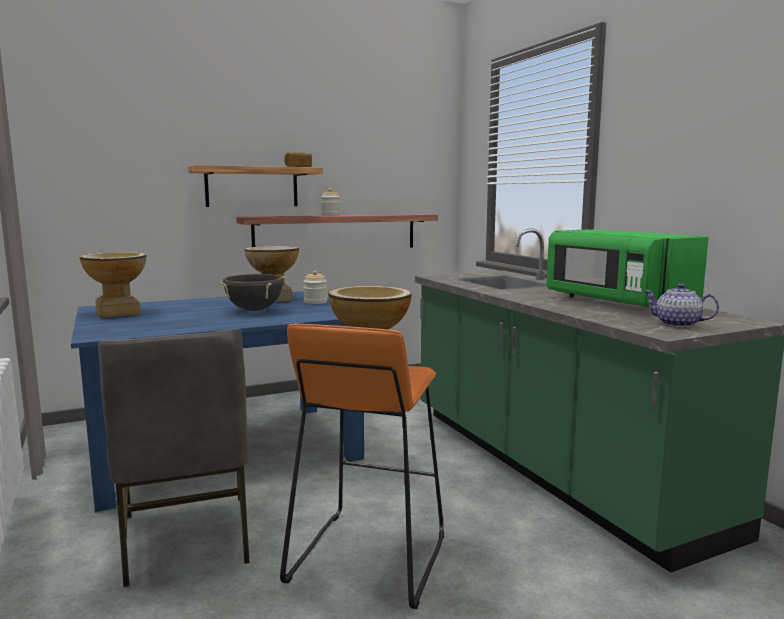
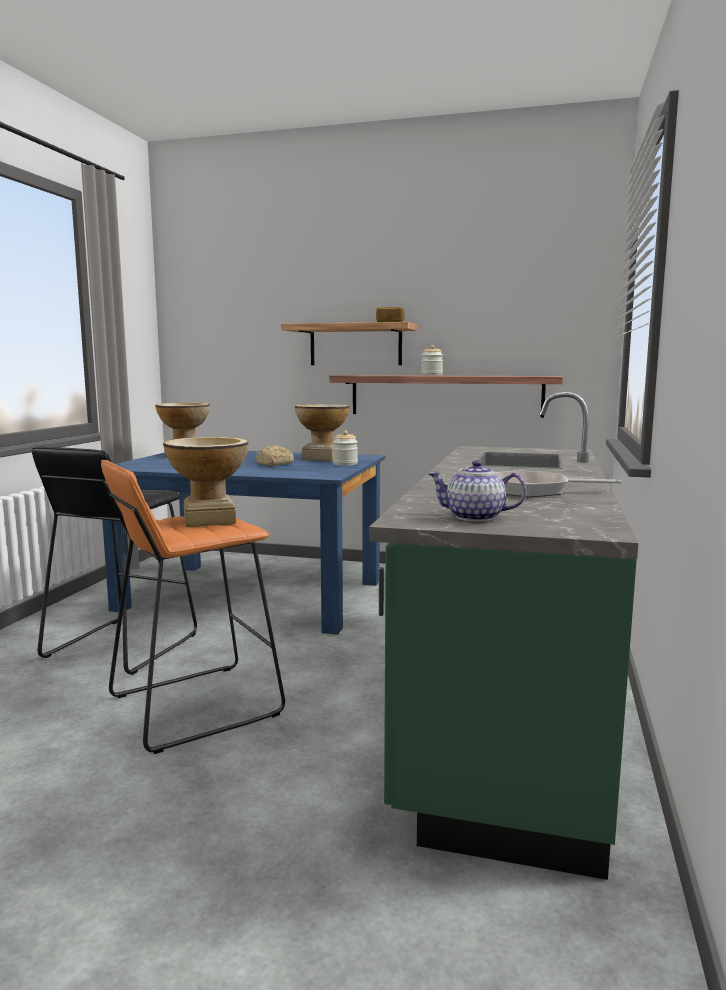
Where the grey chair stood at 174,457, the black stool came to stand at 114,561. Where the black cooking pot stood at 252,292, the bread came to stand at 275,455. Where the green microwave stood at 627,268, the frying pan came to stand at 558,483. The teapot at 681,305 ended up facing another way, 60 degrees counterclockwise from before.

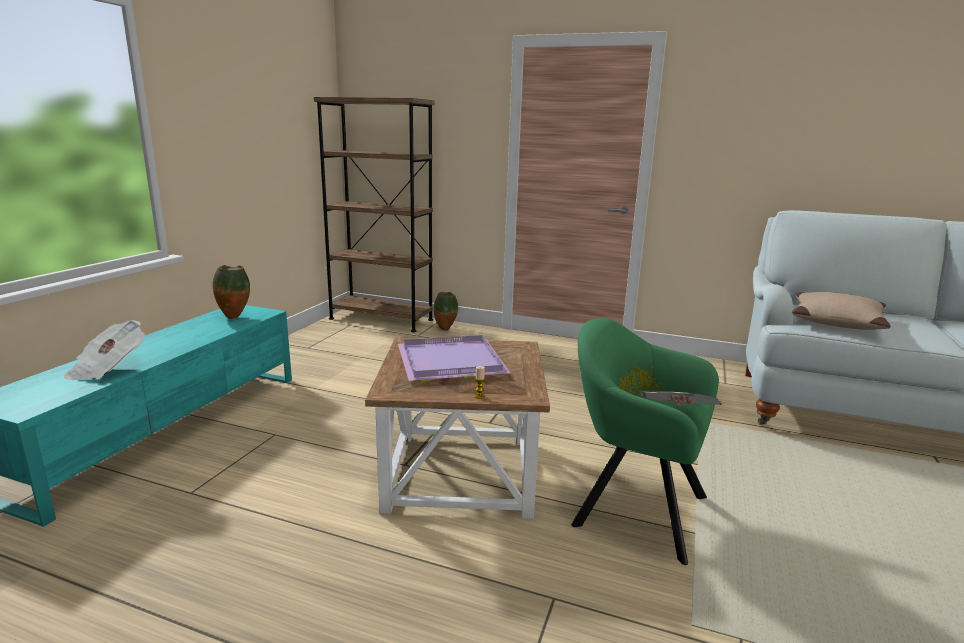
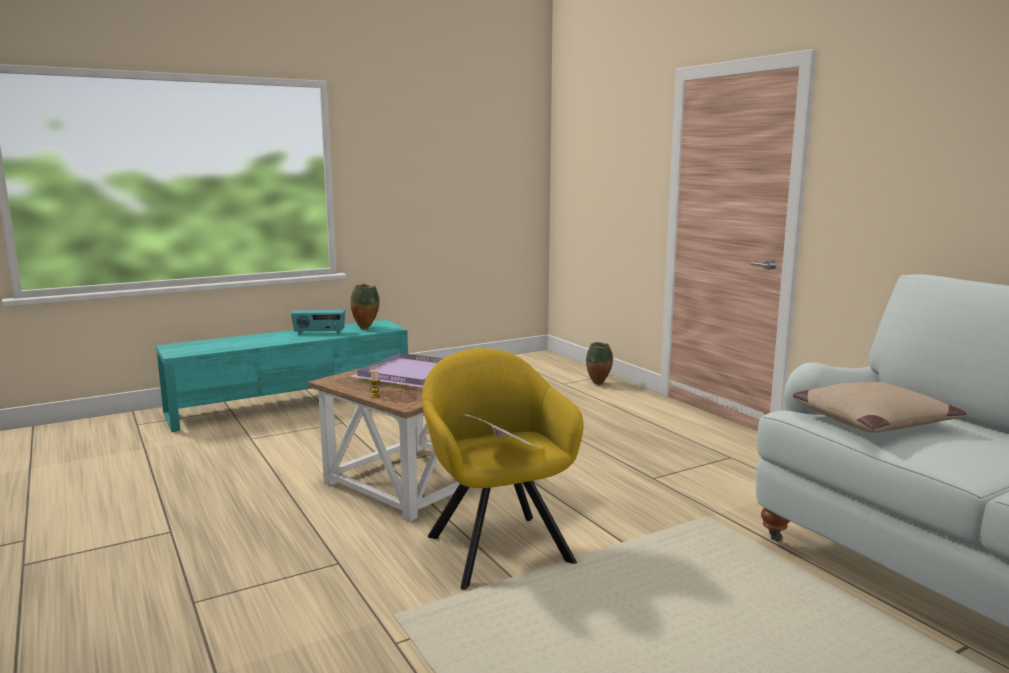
The second view lost the newspaper at 104,350. The second view lost the brown bookcase at 374,214. The second view gained the radio at 318,322. What was the green armchair at 645,441 turned into the yellow armchair at 502,469.

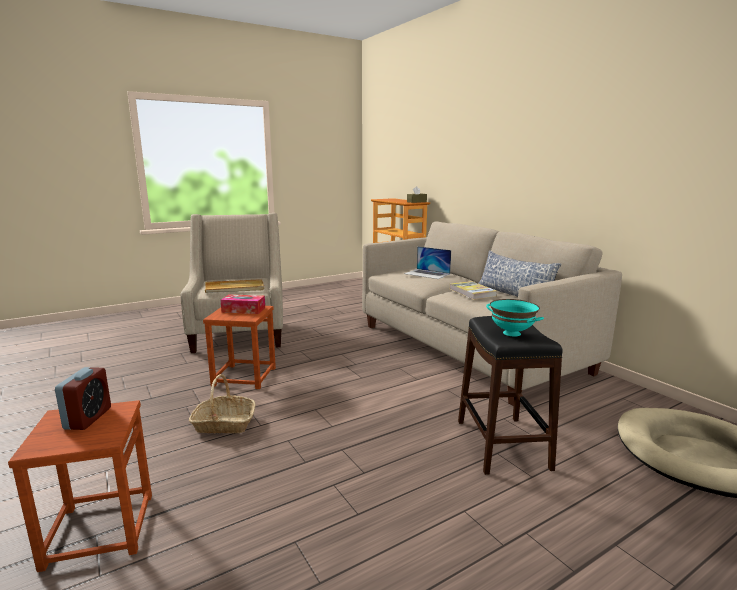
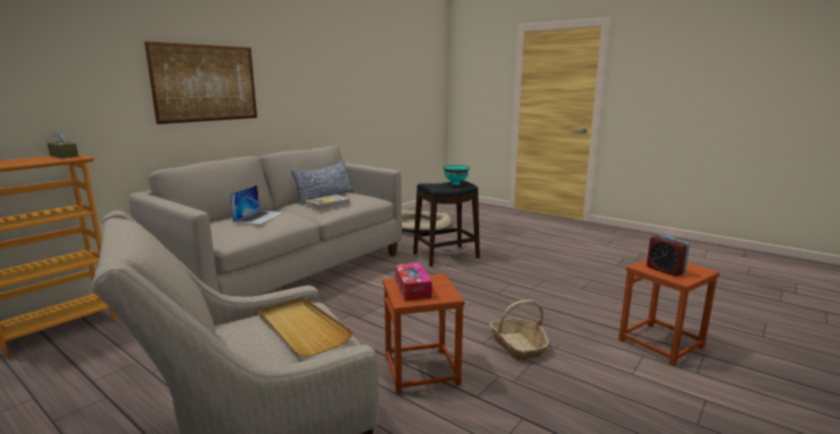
The second view gained the picture at 200,82. The alarm clock at 83,398 ended up facing another way, 105 degrees counterclockwise from before.

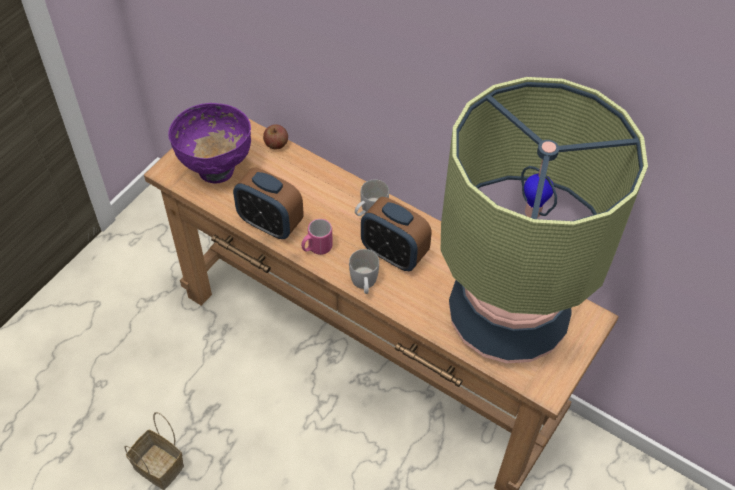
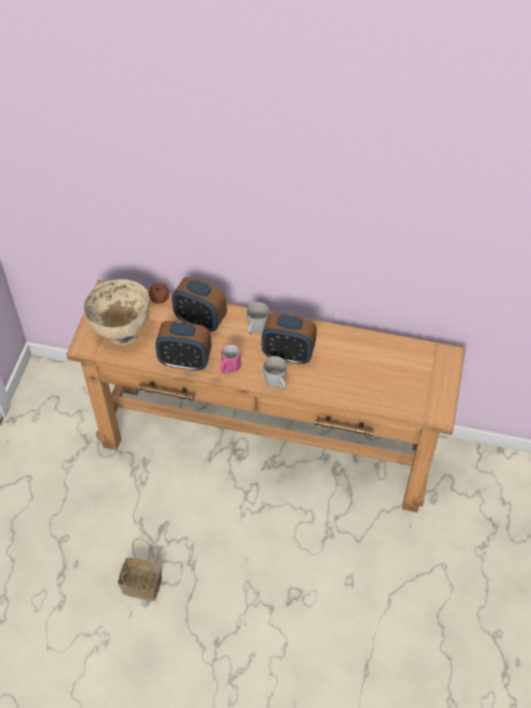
The second view lost the table lamp at 544,220. The second view gained the alarm clock at 199,304. What was the purple bowl at 209,143 turned into the beige bowl at 116,312.

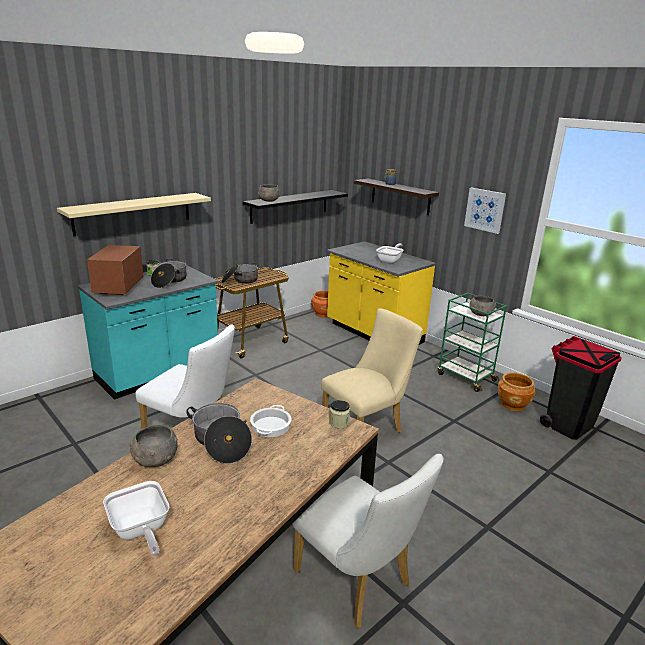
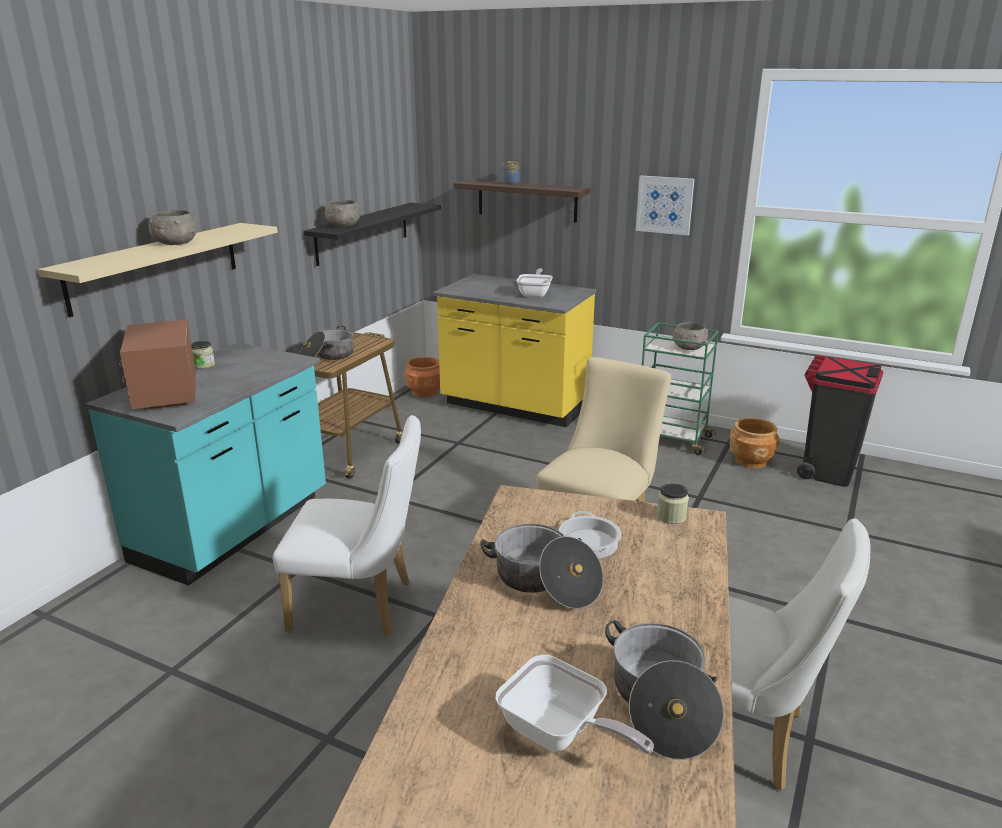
The grey bowl ended up elsewhere, having gone from 154,446 to 173,227. The cooking pot ended up elsewhere, having gone from 169,273 to 664,690.

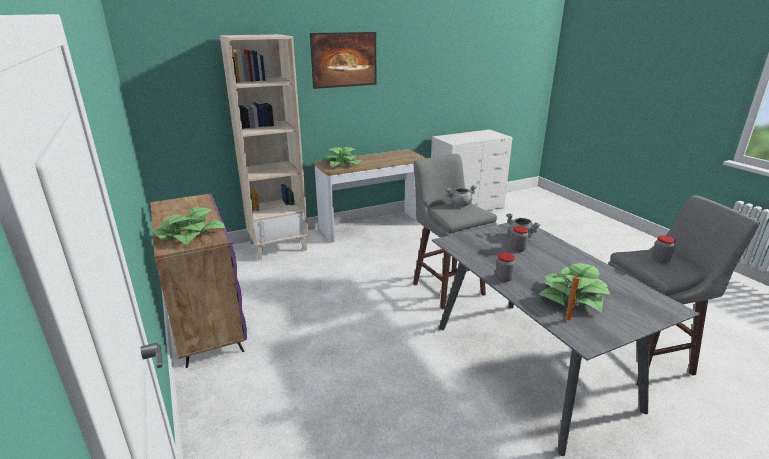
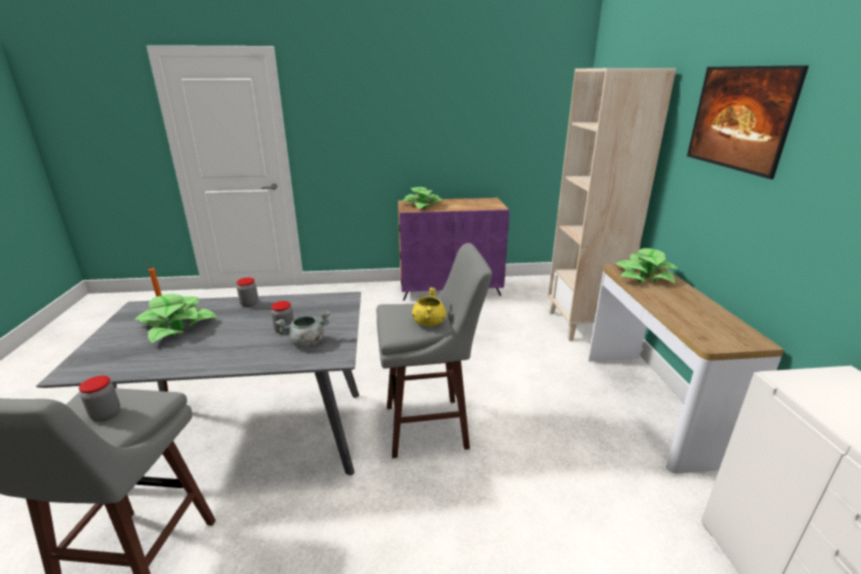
What was the grey cooking pot at 461,195 turned into the yellow cooking pot at 429,306.

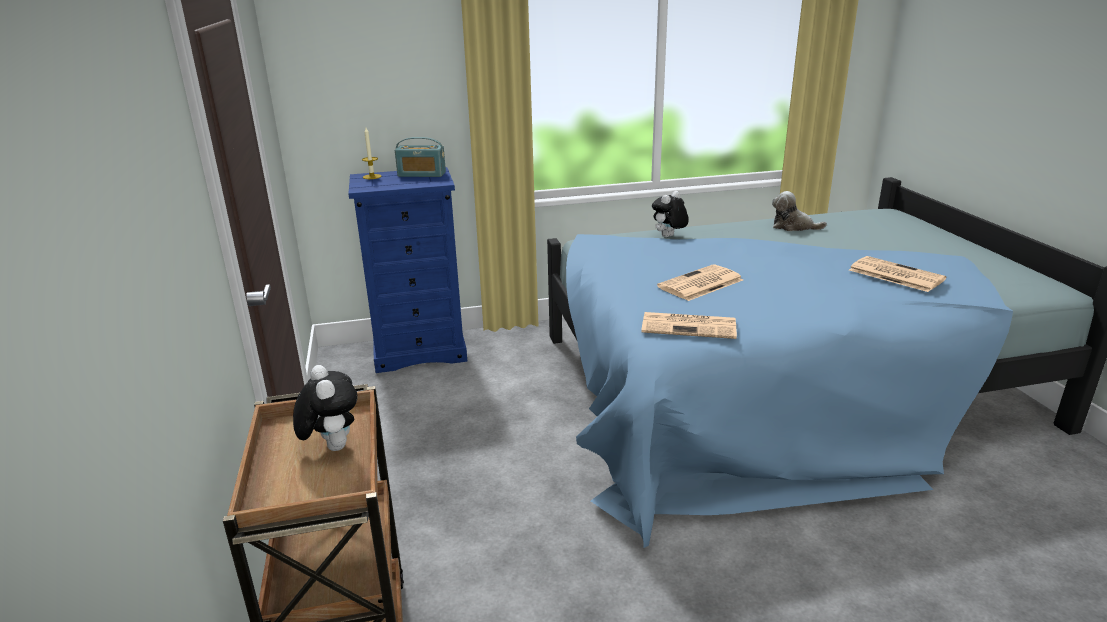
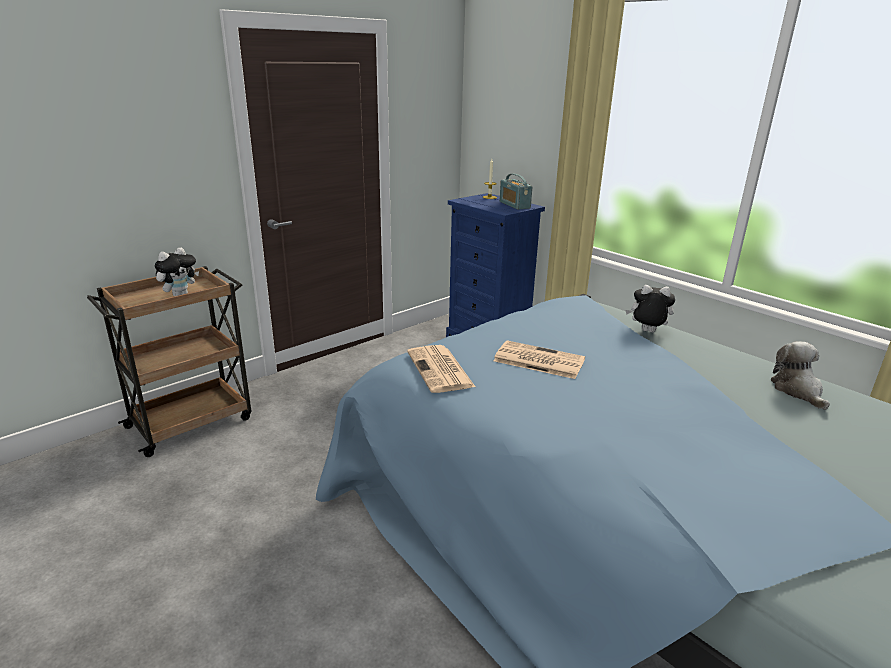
The second view lost the newspaper at 898,274.

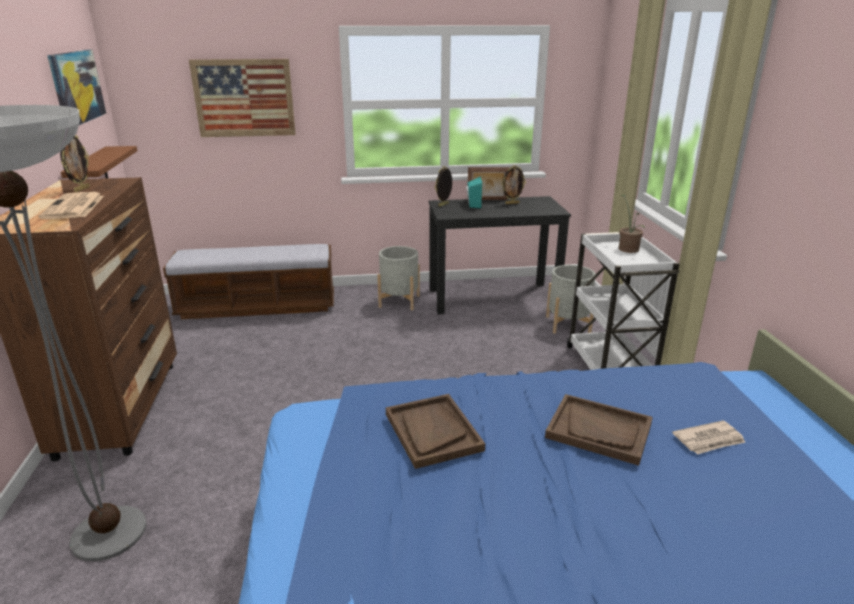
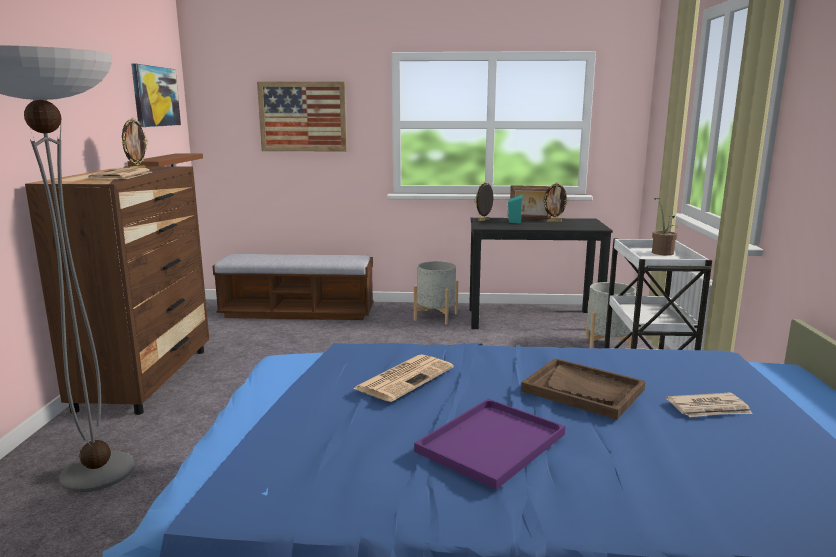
The second view gained the purple tray at 489,444. Where the brown tray stood at 435,431, the newspaper came to stand at 403,378.

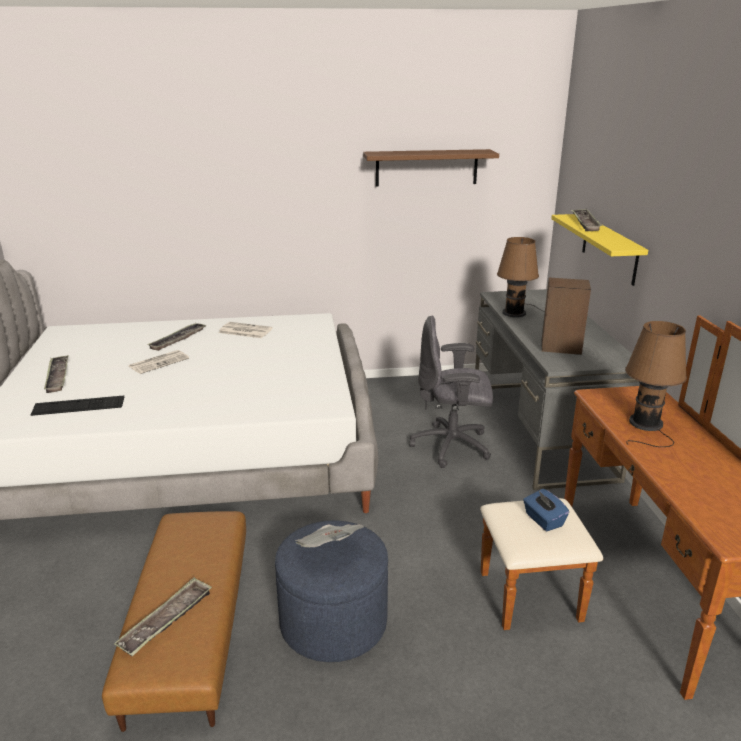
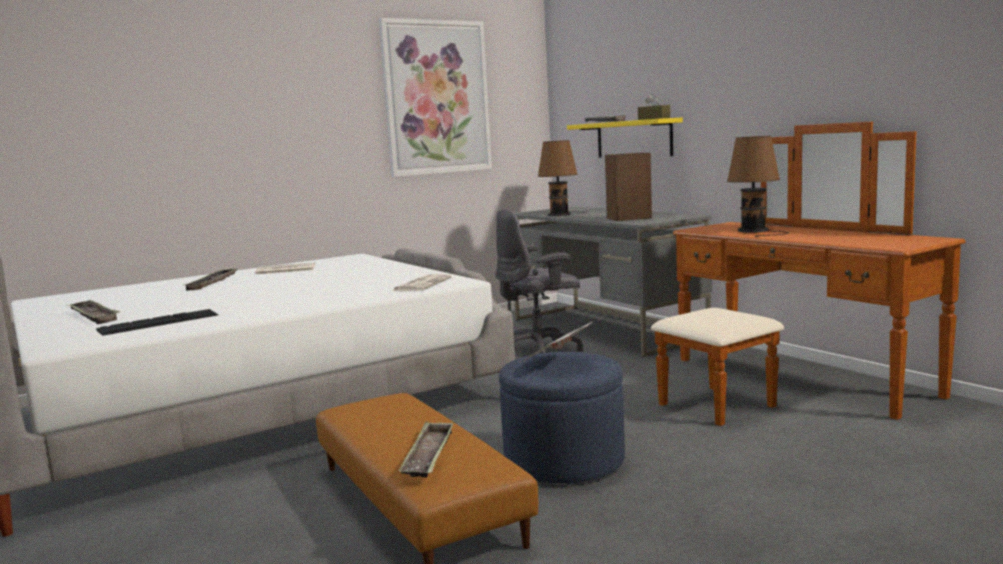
The second view lost the blue tissue box at 546,510. The second view gained the brown tissue box at 654,107. The newspaper ended up elsewhere, having gone from 159,362 to 422,282. Where the brown shelf hung at 431,168, the picture came to hang at 435,97.

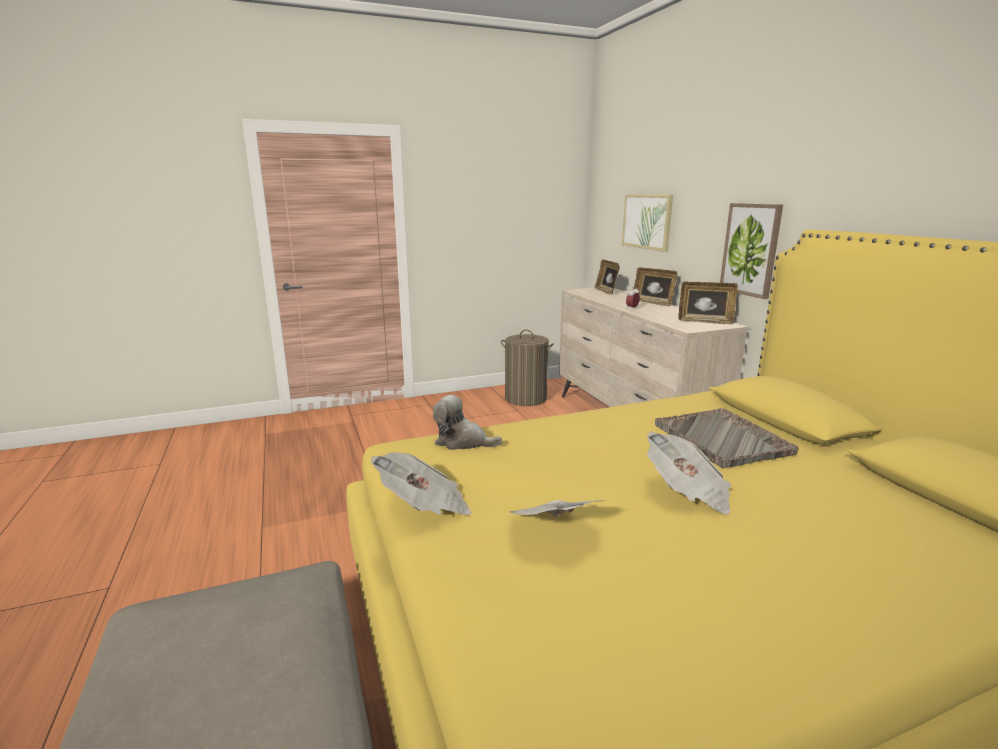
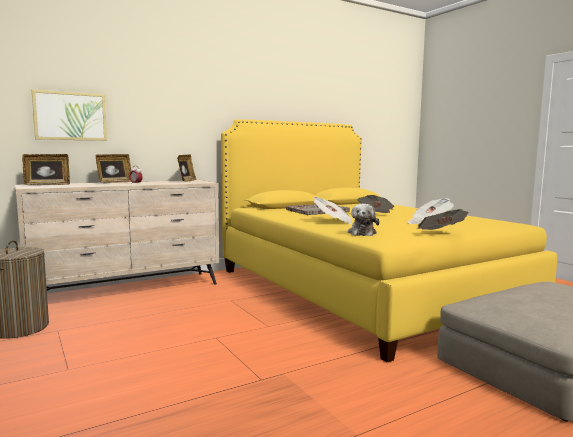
The second view lost the picture at 751,251. The second view gained the newspaper at 333,210.

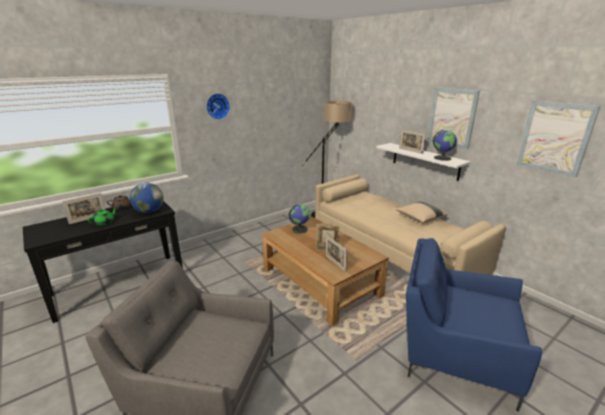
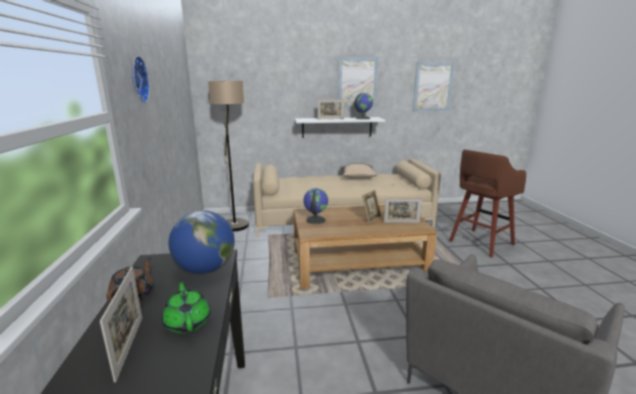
Where the blue armchair stood at 474,325, the brown stool came to stand at 487,204.

